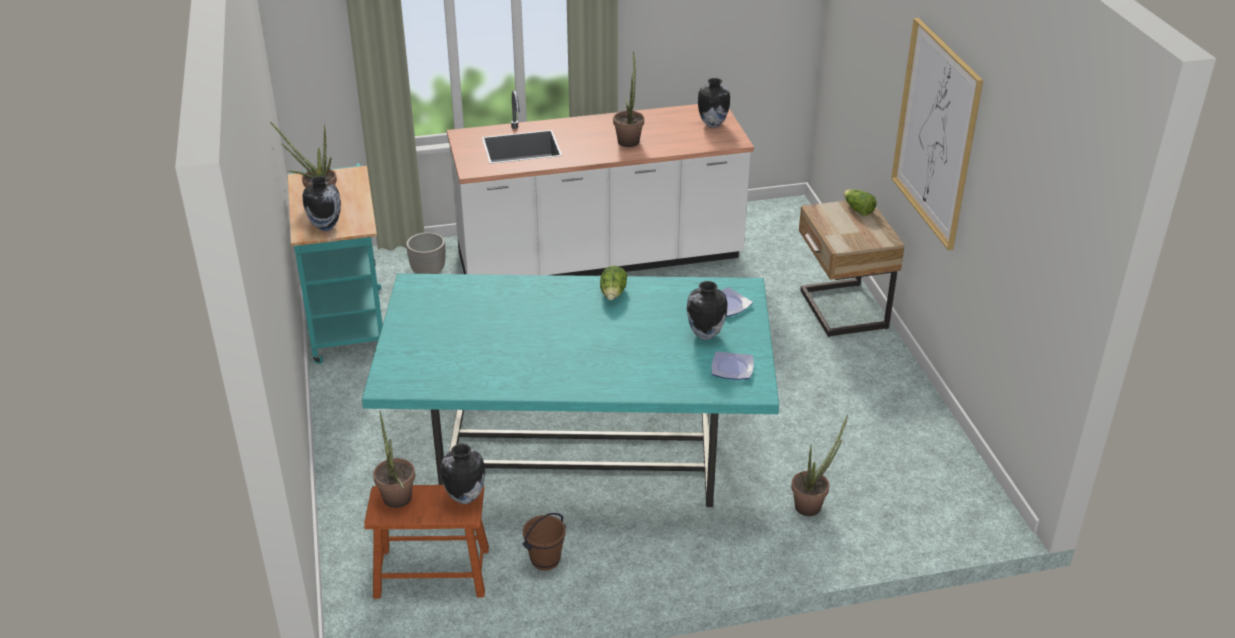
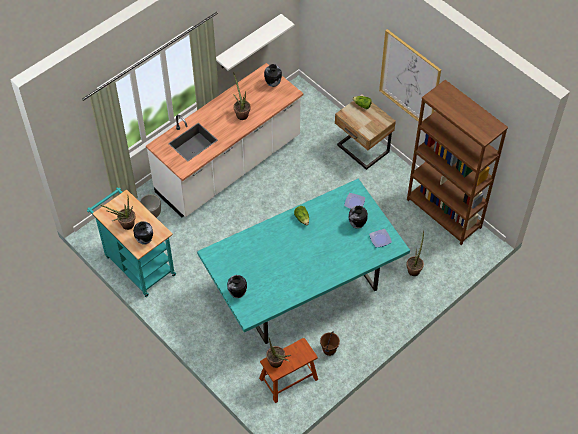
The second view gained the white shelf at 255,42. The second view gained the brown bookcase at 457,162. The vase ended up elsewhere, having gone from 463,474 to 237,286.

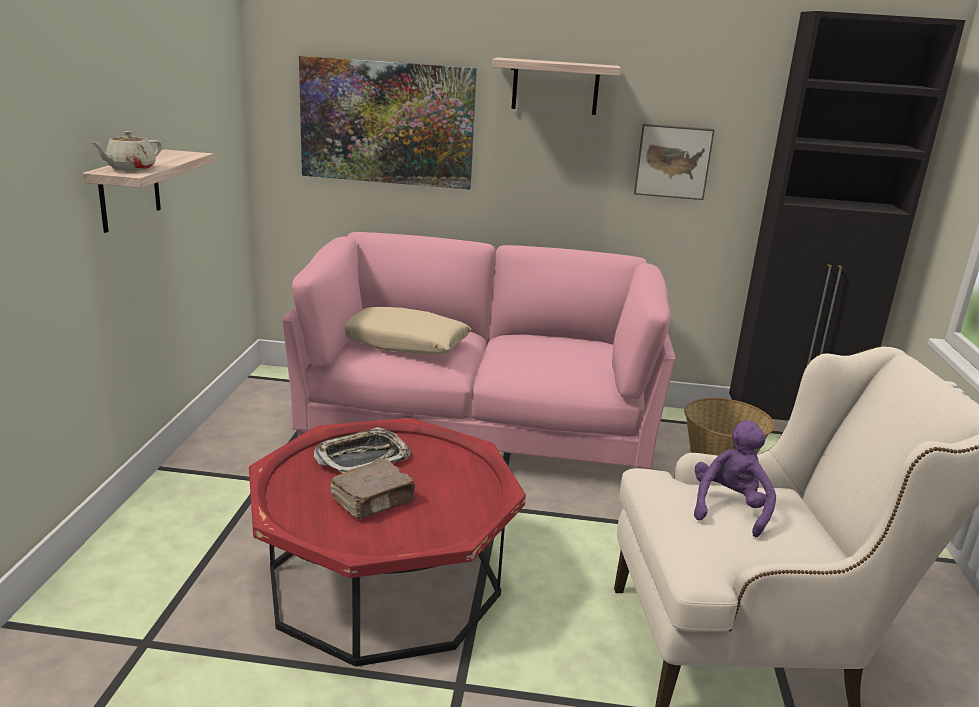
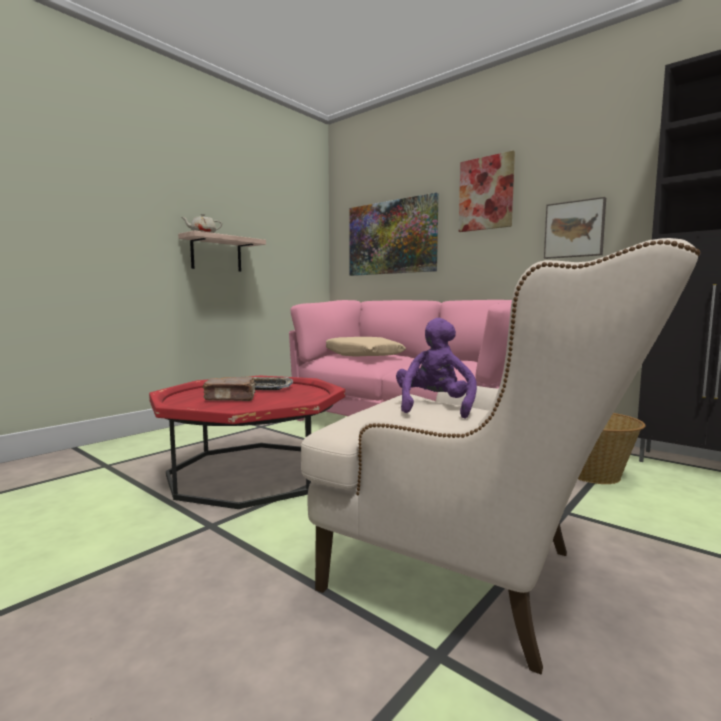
Where the shelf hung at 556,86, the picture came to hang at 487,191. The purple plush toy at 735,478 ended up facing another way, 45 degrees counterclockwise from before.

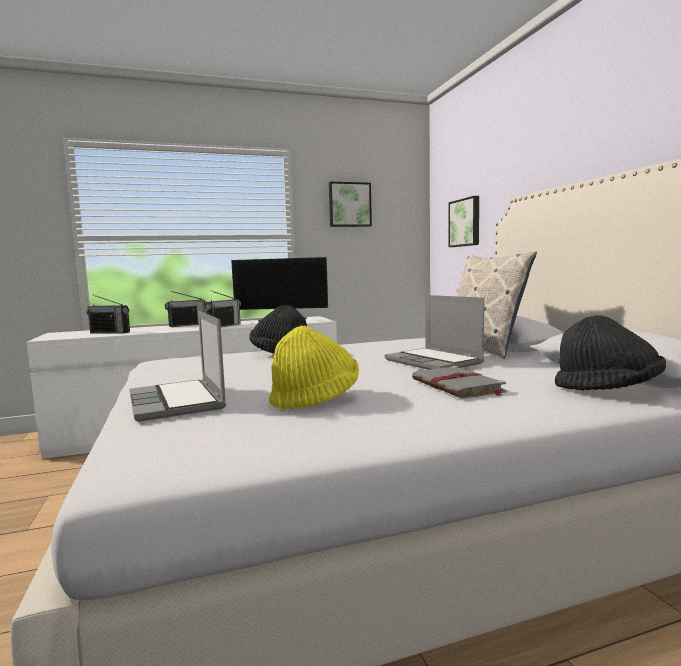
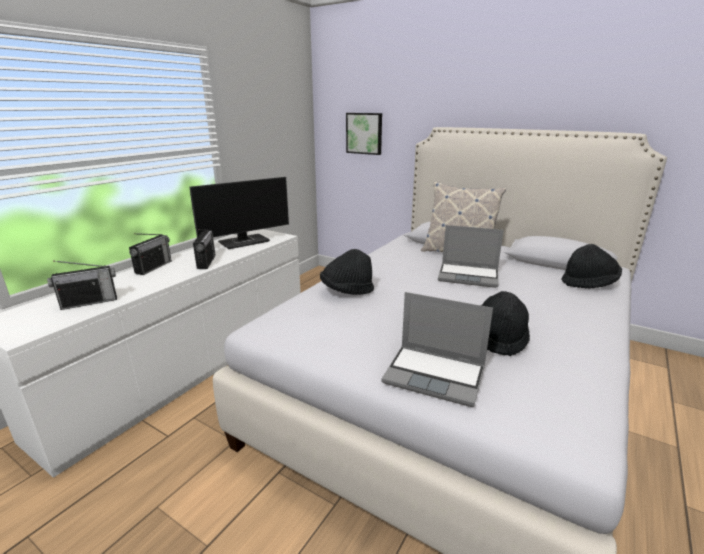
The second view lost the picture at 350,204. The second view lost the grey book at 459,382. What was the yellow hat at 314,368 turned into the black hat at 505,323.

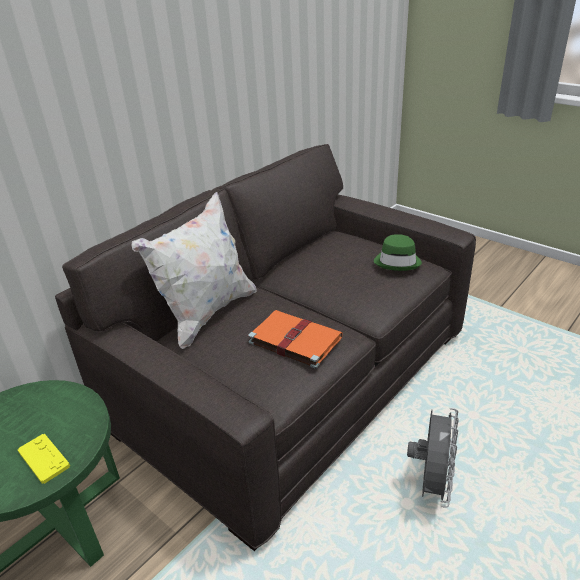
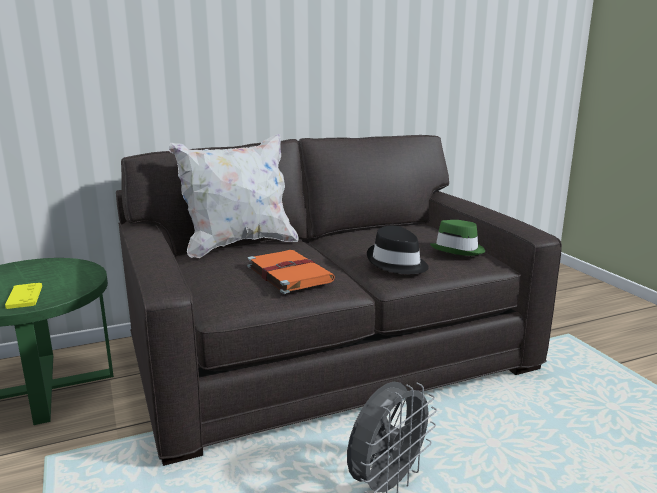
The second view gained the black hat at 398,249.

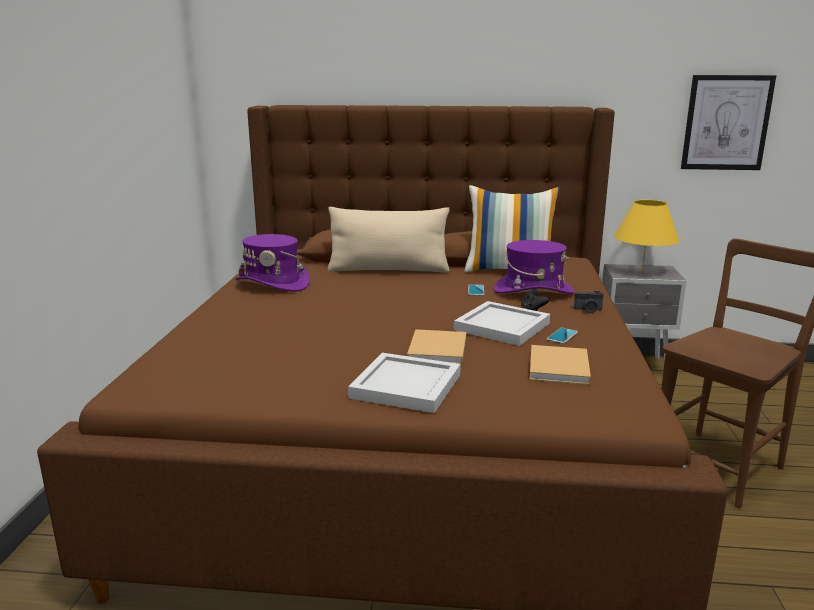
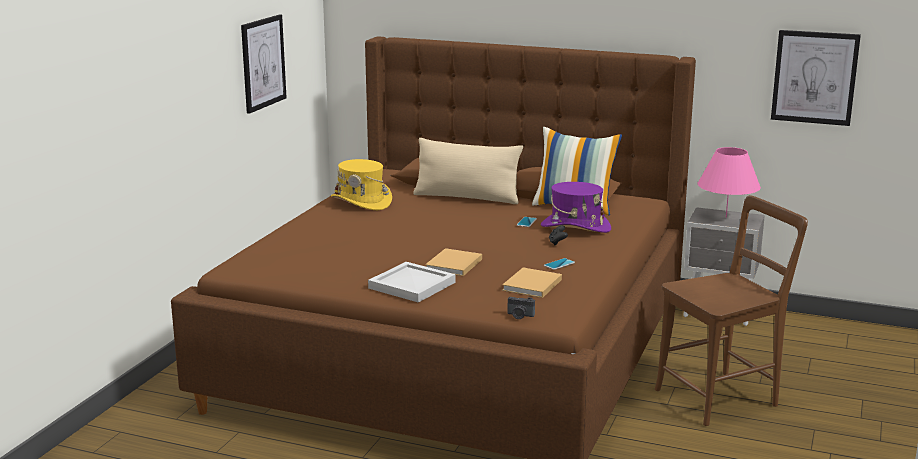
The second view lost the white tray at 502,323. The second view gained the picture at 264,64. The photo camera ended up elsewhere, having gone from 588,302 to 521,308. What was the purple hat at 272,262 turned into the yellow hat at 361,184. What was the yellow table lamp at 647,235 turned into the pink table lamp at 729,182.

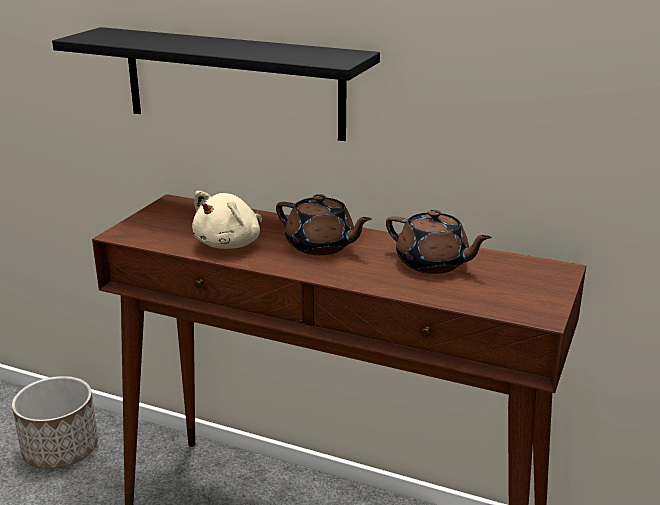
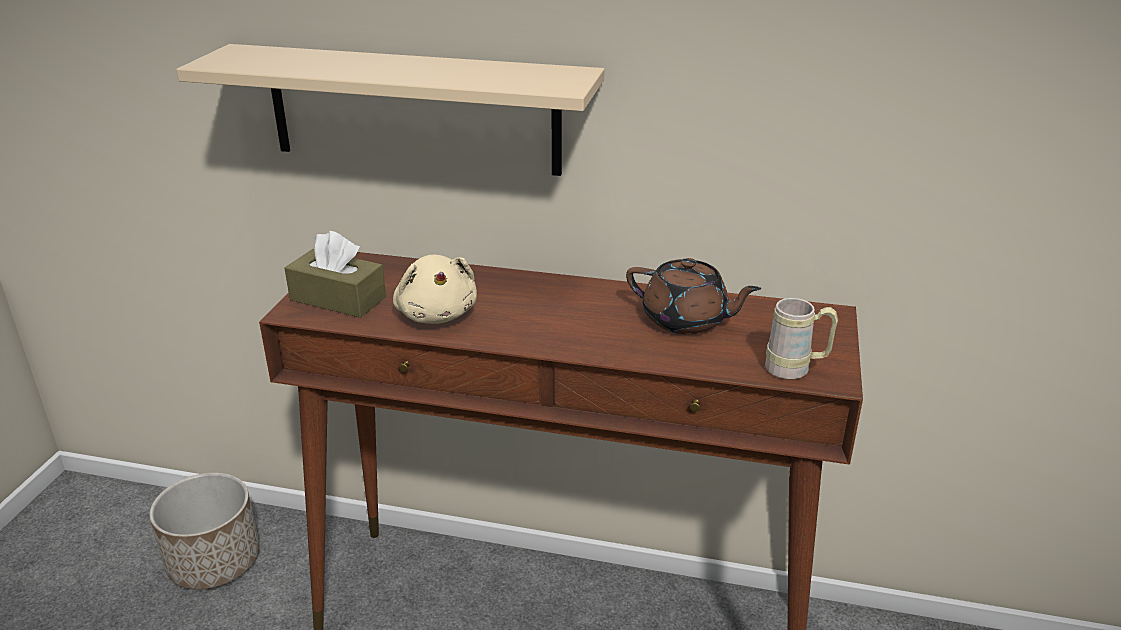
The second view lost the brown teapot at 324,224. The second view gained the brown tissue box at 335,274. The second view gained the beige mug at 801,339. What was the black shelf at 216,84 turned into the beige shelf at 390,110. The beige plush toy at 227,220 ended up facing another way, 45 degrees counterclockwise from before.

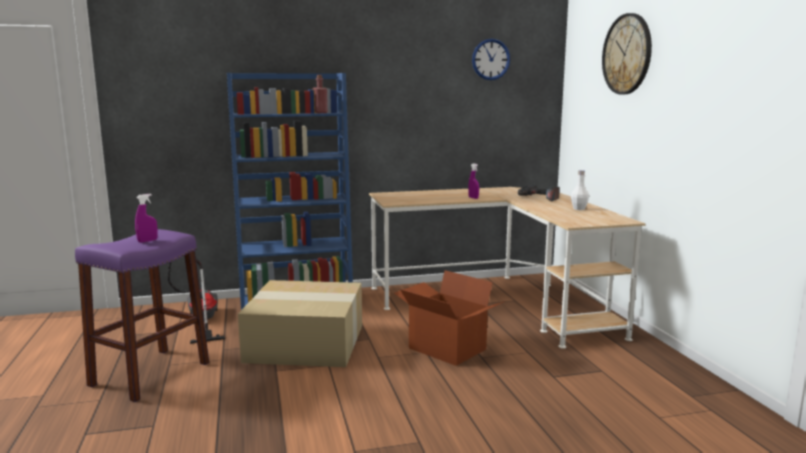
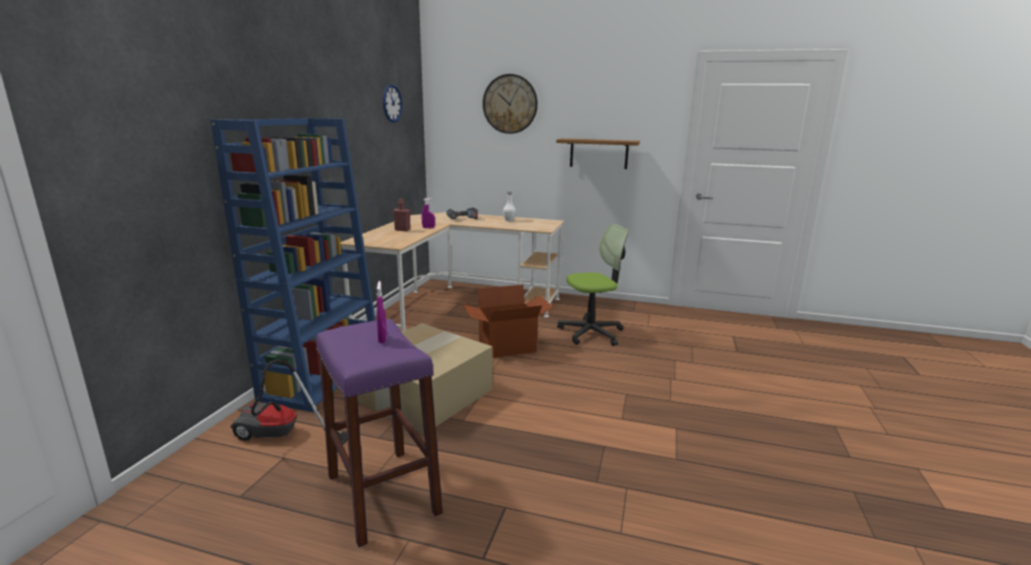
The second view gained the shelf at 598,153. The second view gained the office chair at 593,285. The red bottle ended up elsewhere, having gone from 320,94 to 402,215.

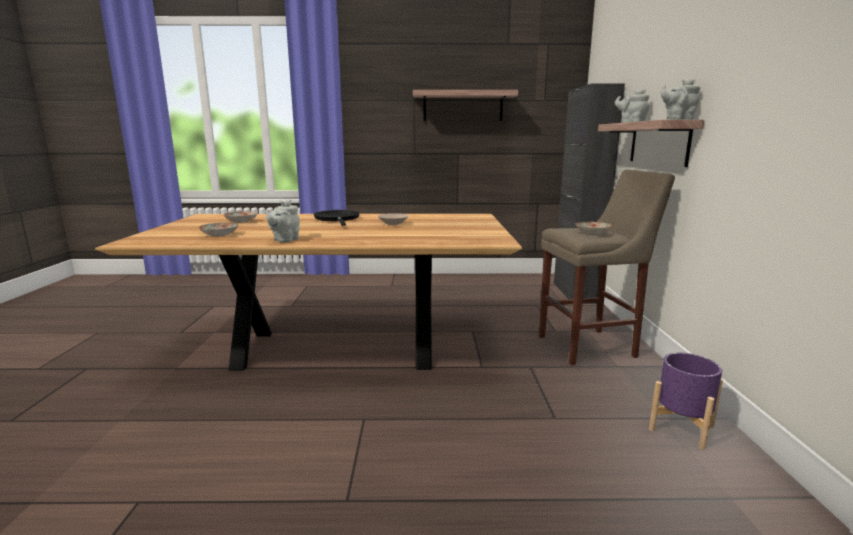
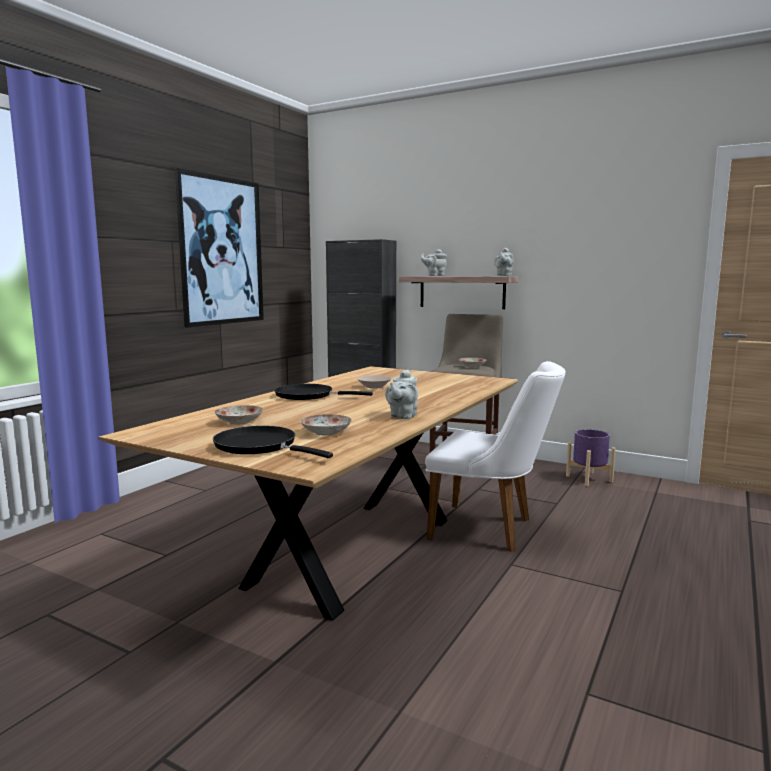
The second view gained the black frying pan at 273,442. The second view gained the white chair at 495,456. Where the shelf hung at 465,105, the picture came to hang at 219,247. The grey teapot at 282,220 ended up facing another way, 60 degrees clockwise from before.

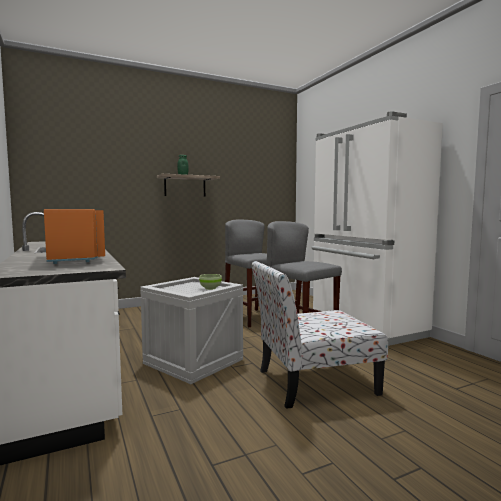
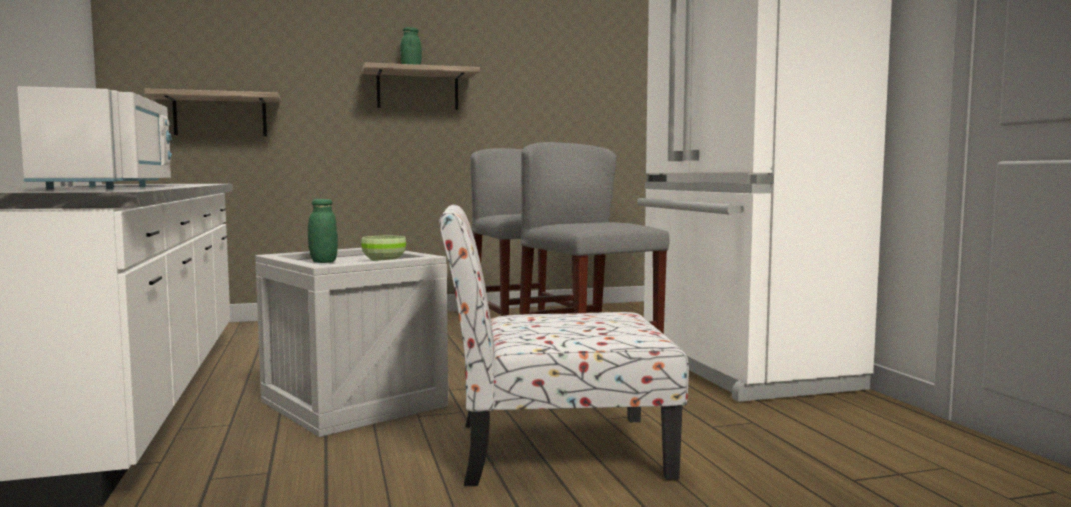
The second view gained the shelf at 212,112. The second view gained the green jar at 323,231. What was the orange microwave at 74,236 turned into the white microwave at 94,138.

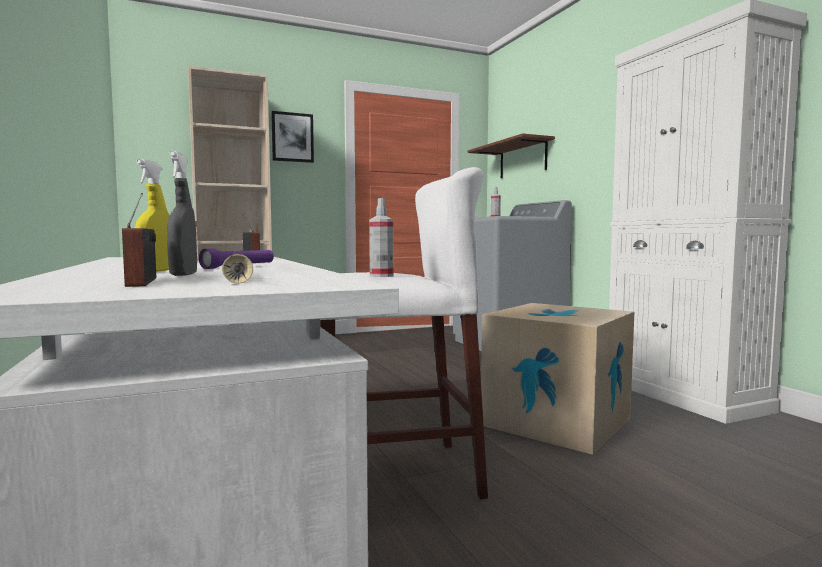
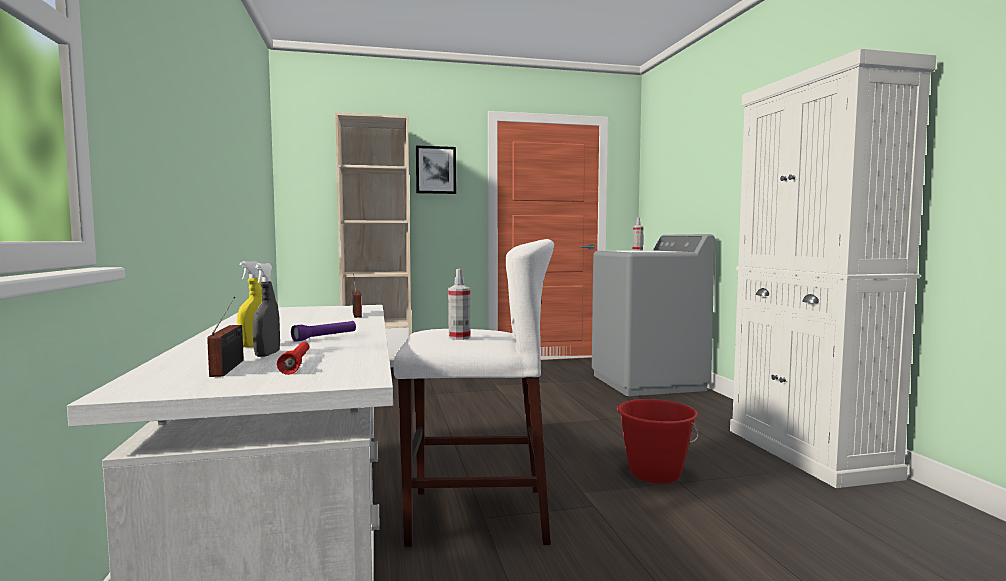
The second view lost the brown shelf at 511,155. Where the cardboard box stood at 557,379, the red bucket came to stand at 657,441. What was the beige flashlight at 237,269 turned into the red flashlight at 293,358.

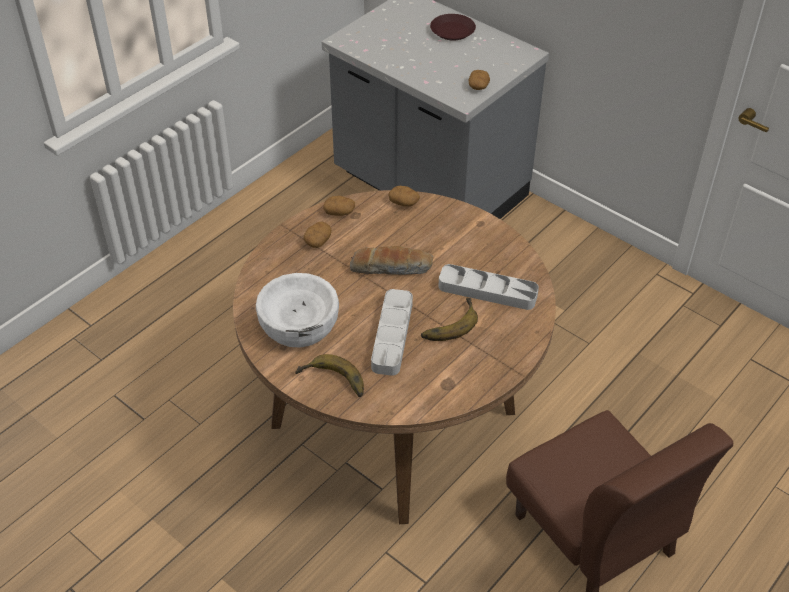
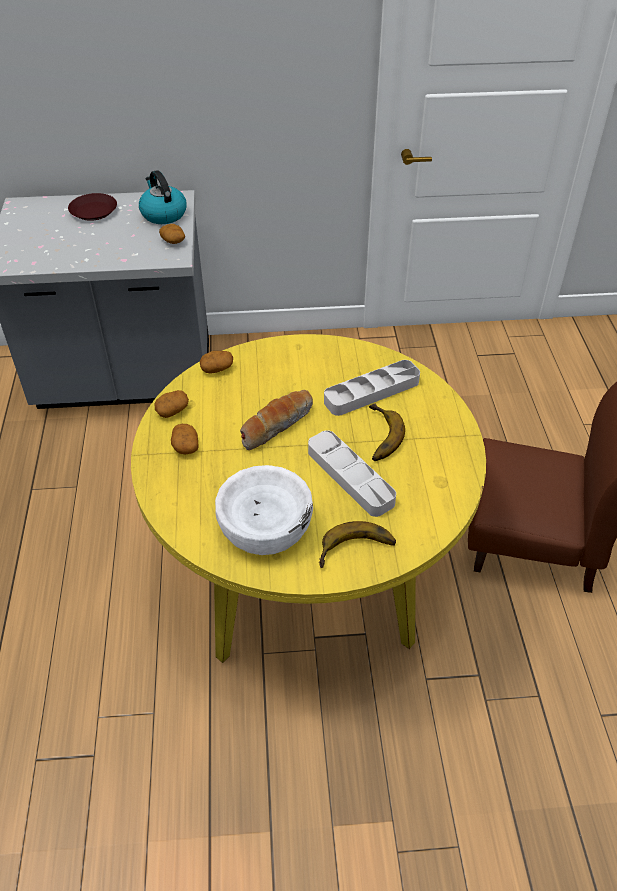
The second view gained the kettle at 163,197. What was the brown dining table at 394,357 turned into the yellow dining table at 308,498.

